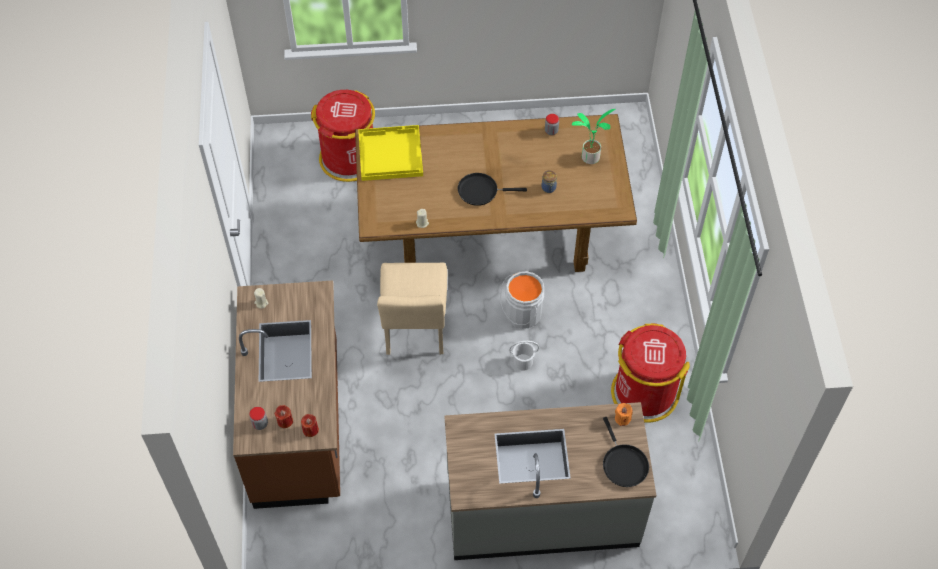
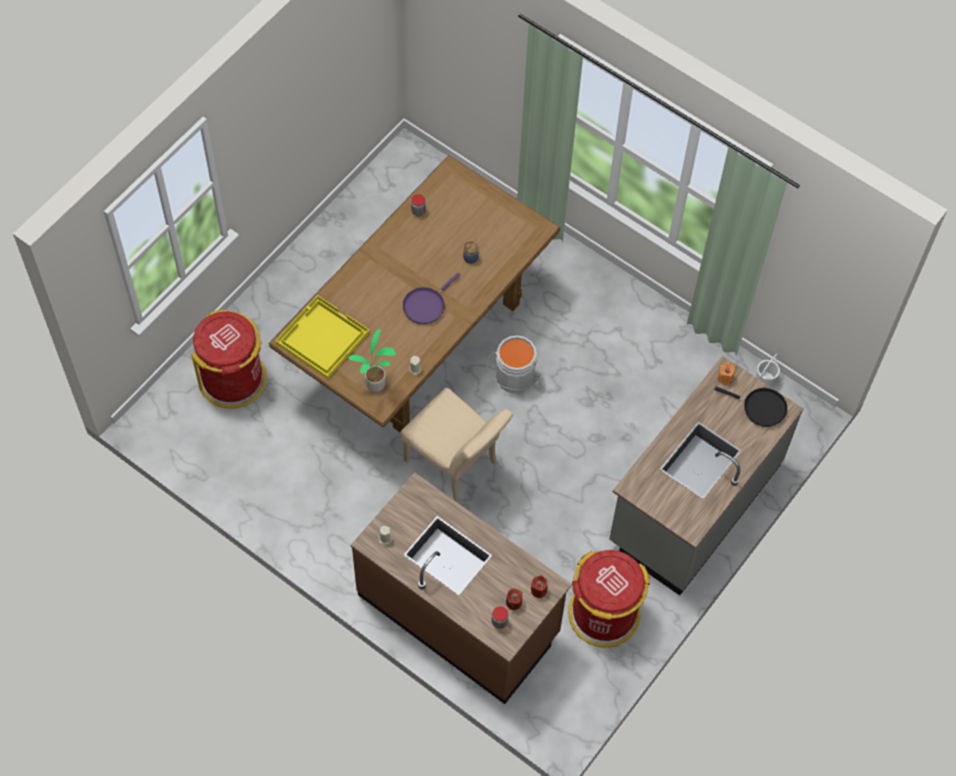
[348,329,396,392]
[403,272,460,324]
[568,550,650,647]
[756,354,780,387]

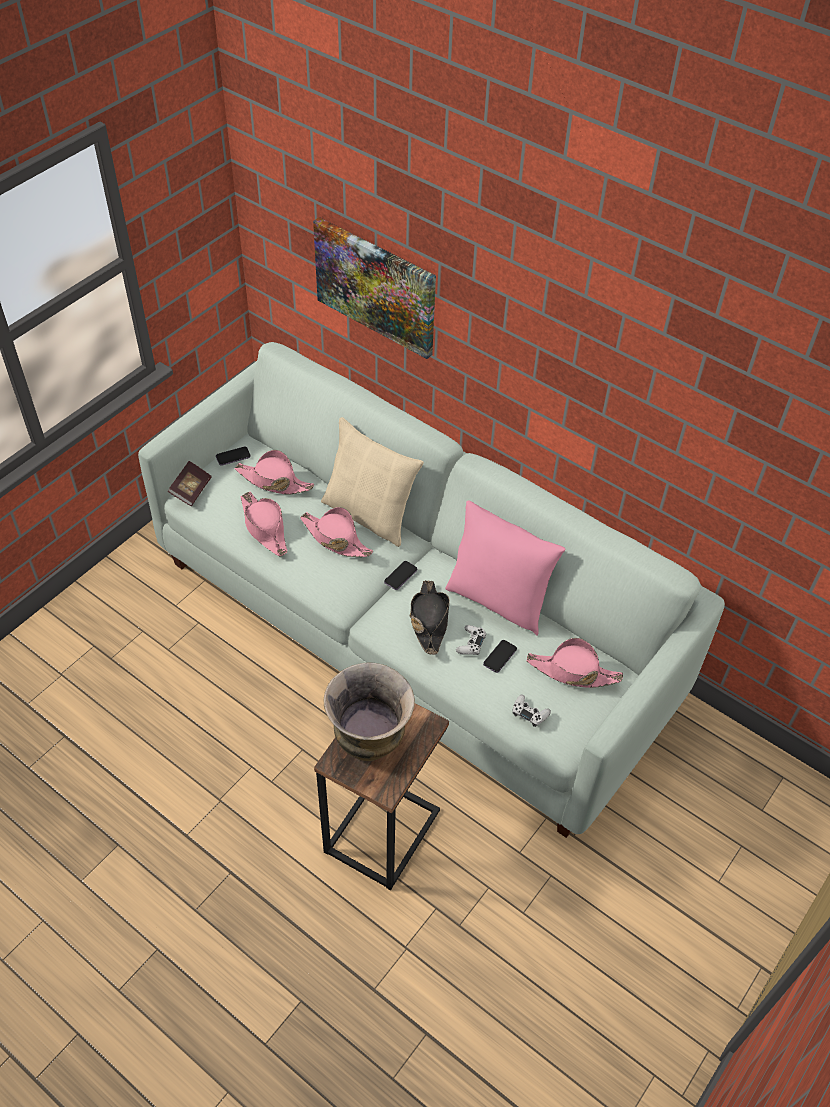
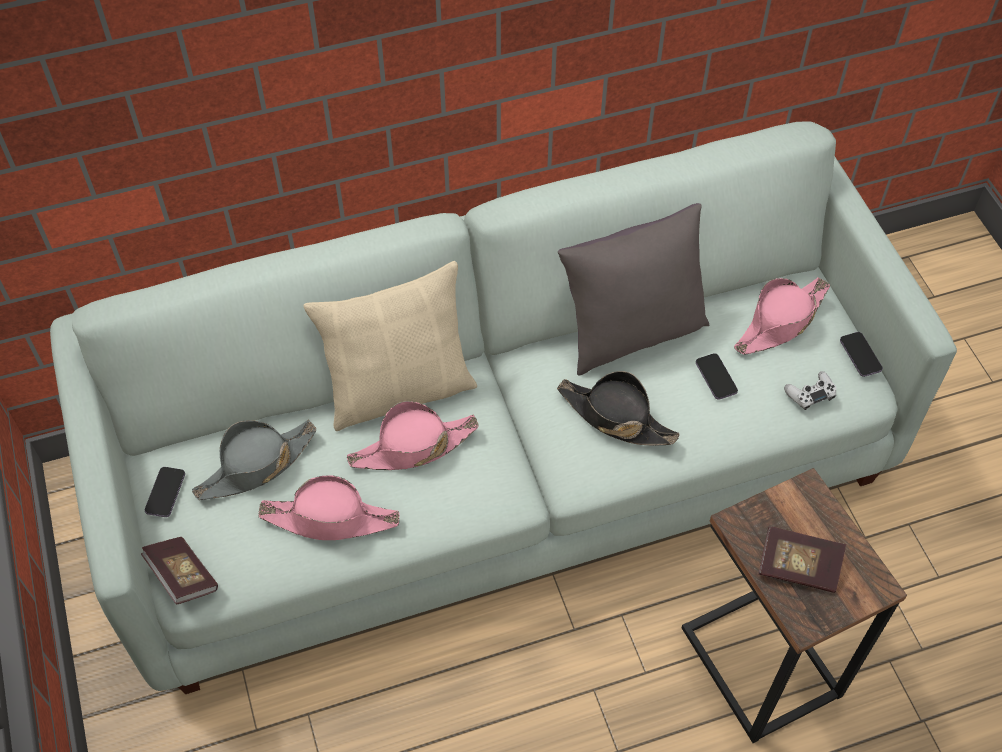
[313,217,436,359] (first image)
[192,420,316,500]
[558,203,709,376]
[840,332,883,377]
[456,625,486,655] (first image)
[759,526,846,593]

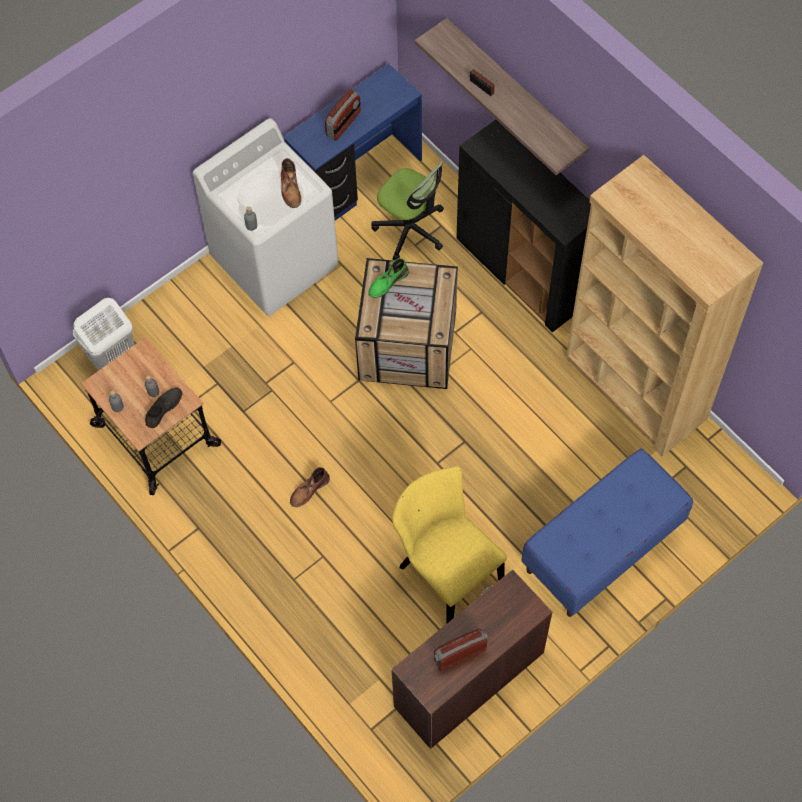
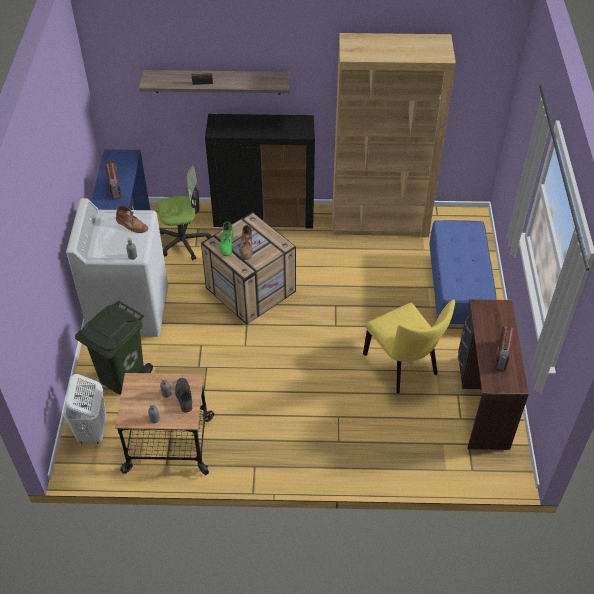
[363,299,455,393]
[239,225,253,260]
[75,301,153,395]

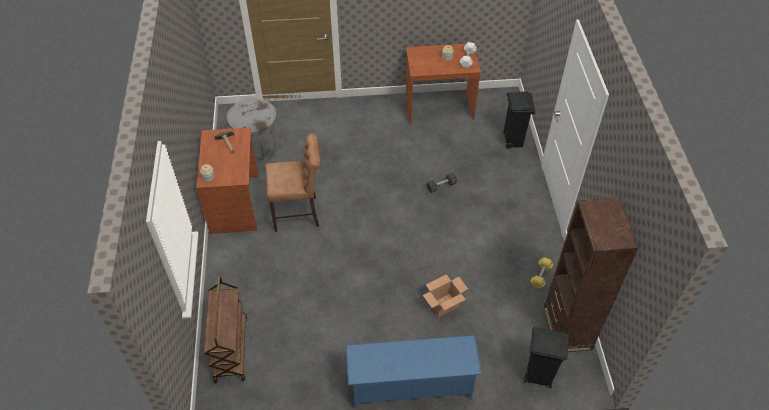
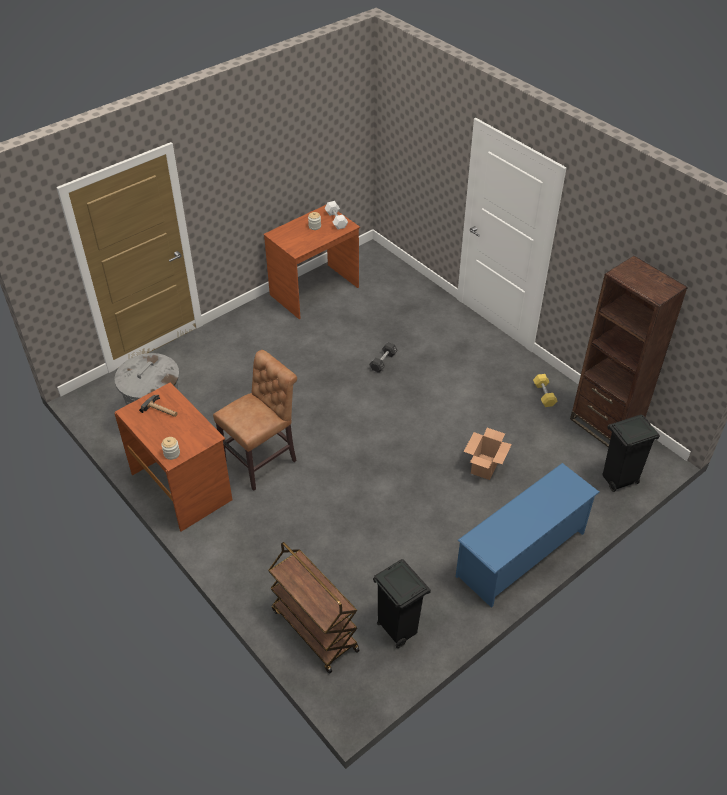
[373,559,431,648]

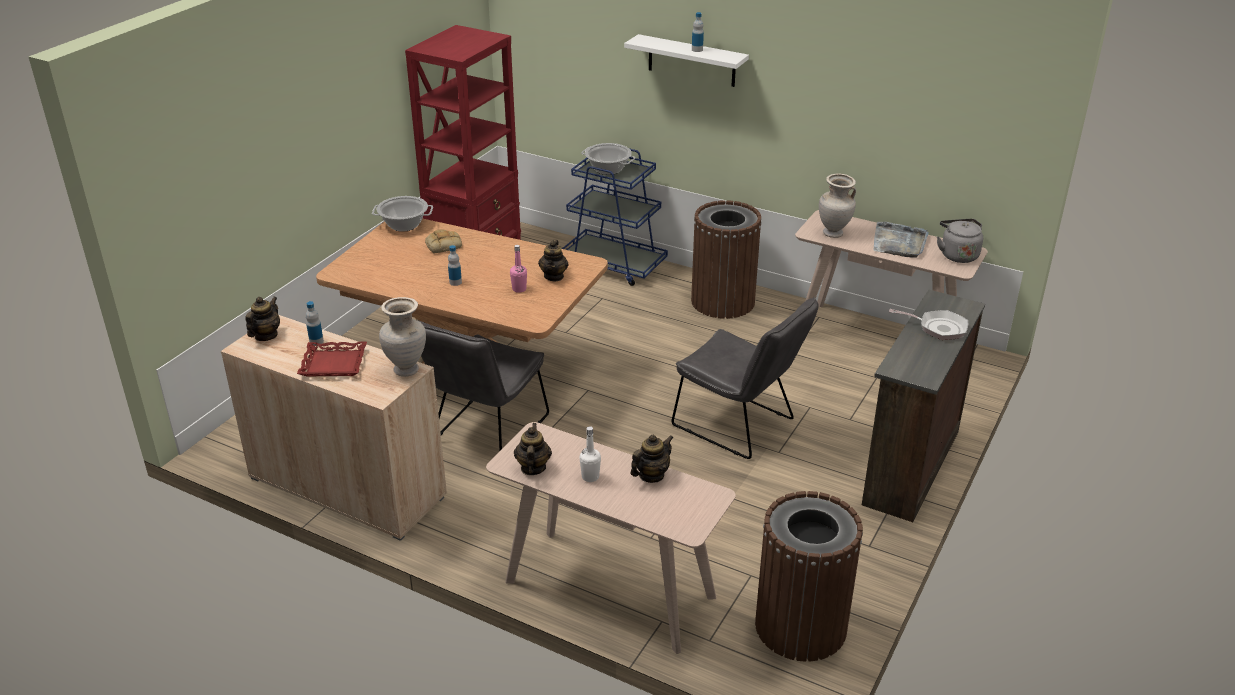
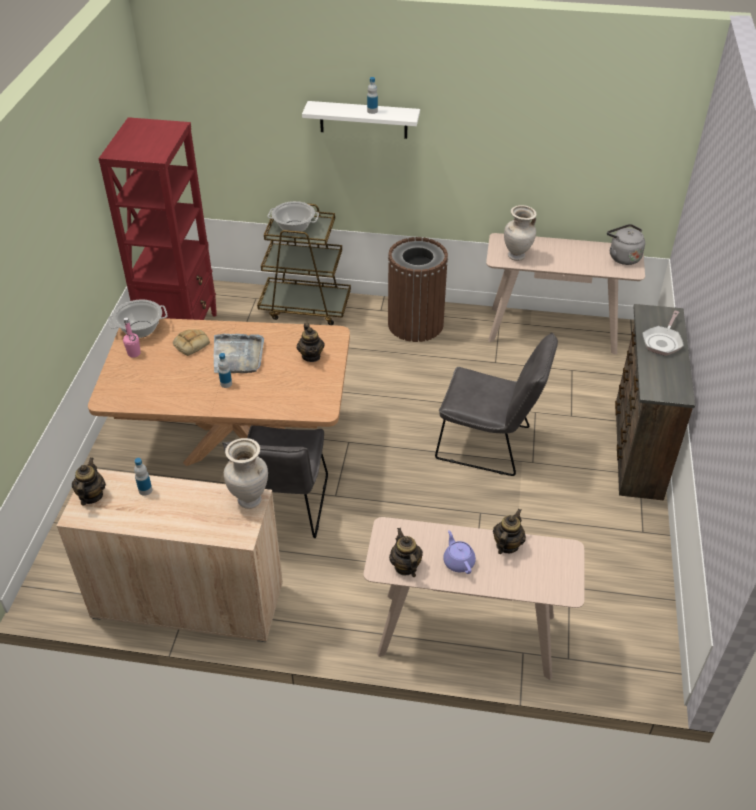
[257,204,351,325]
[214,334,264,373]
[123,317,141,358]
[643,311,684,356]
[297,342,367,376] (first image)
[443,530,476,574]
[755,491,863,662] (first image)

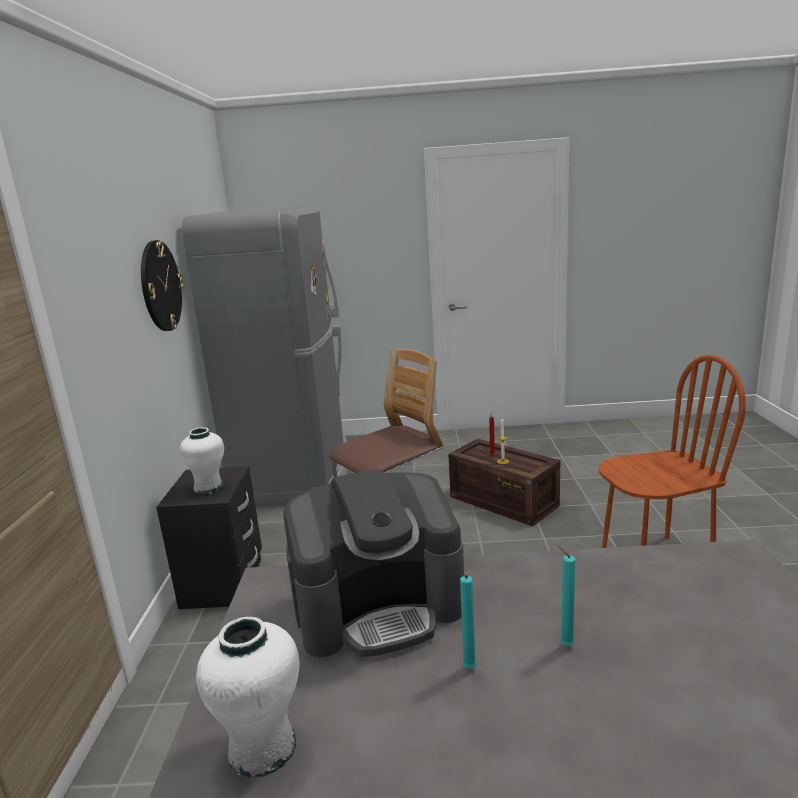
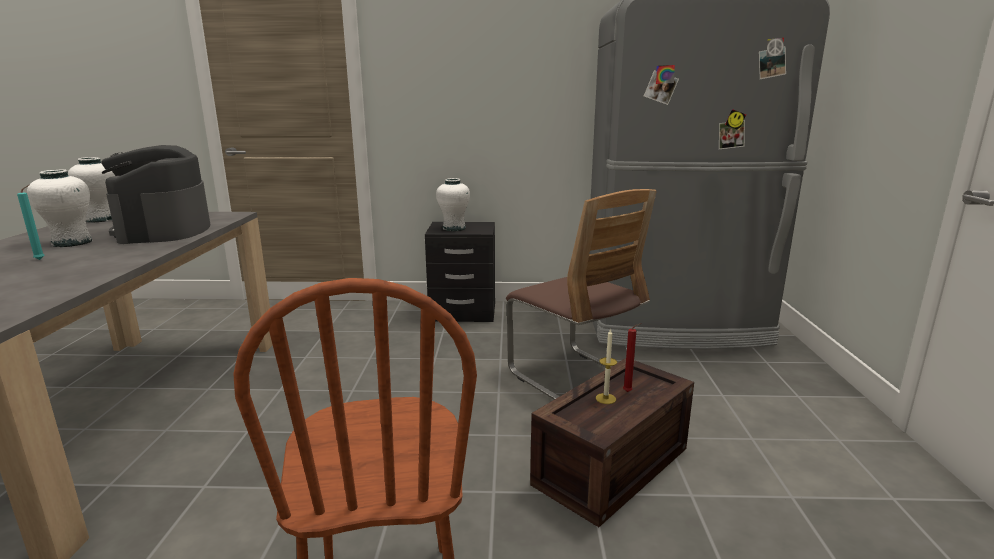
[141,240,184,331] (first image)
[27,169,92,247]

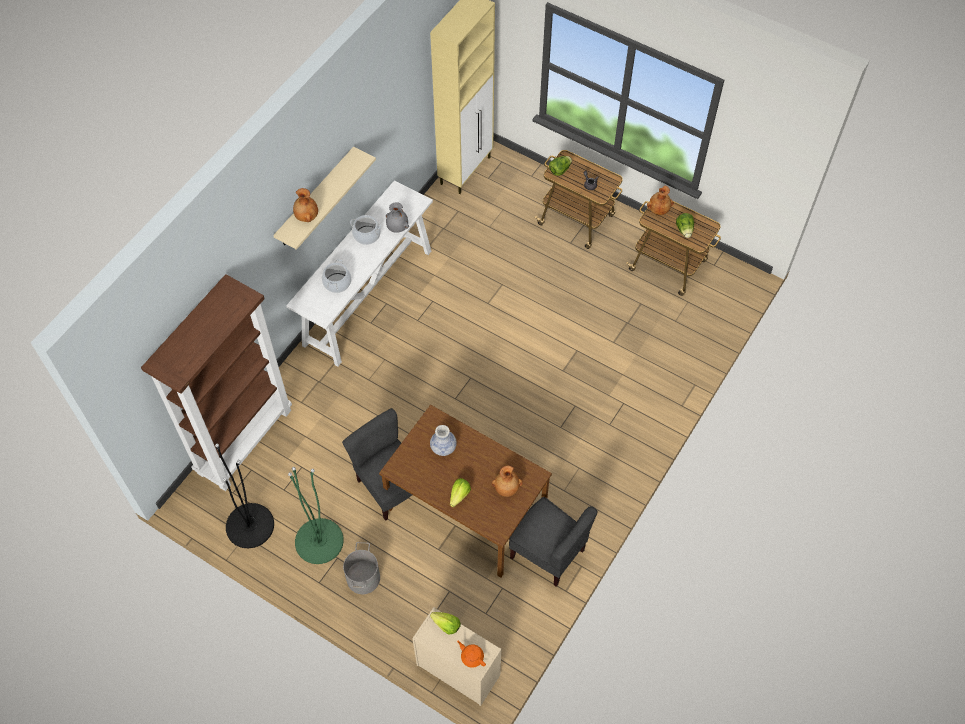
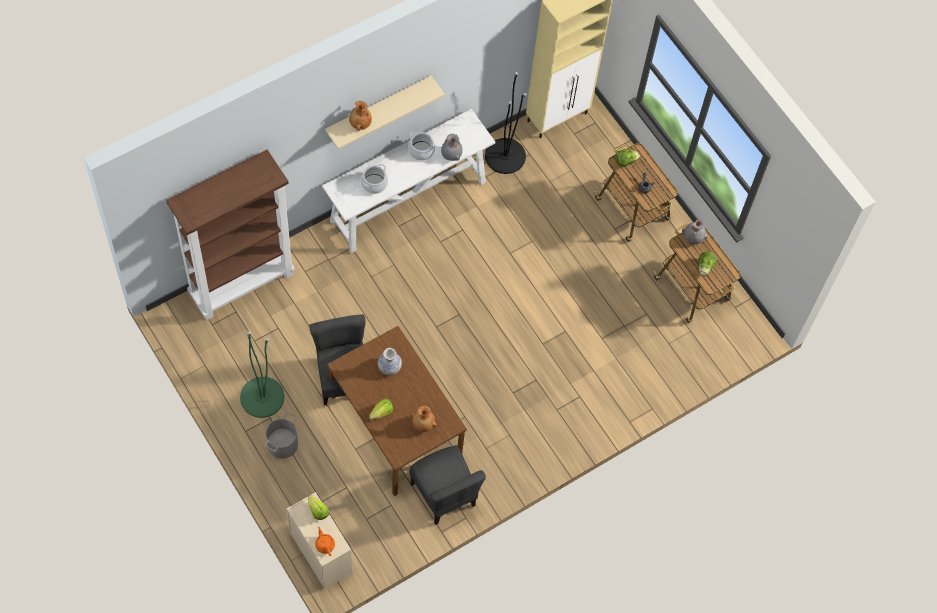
[682,220,708,244]
[485,72,526,174]

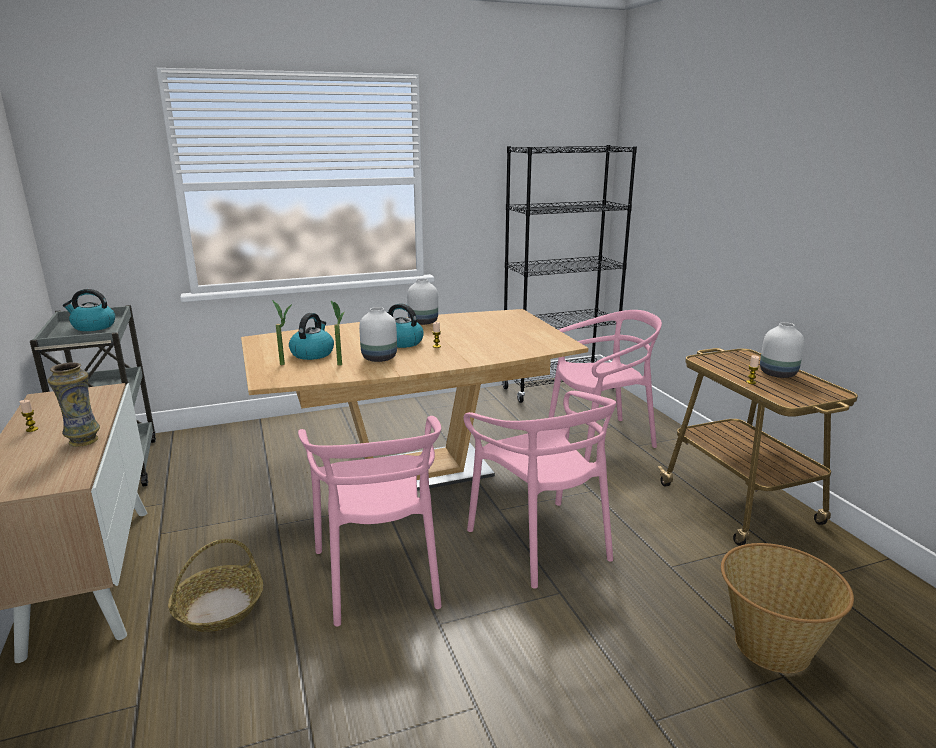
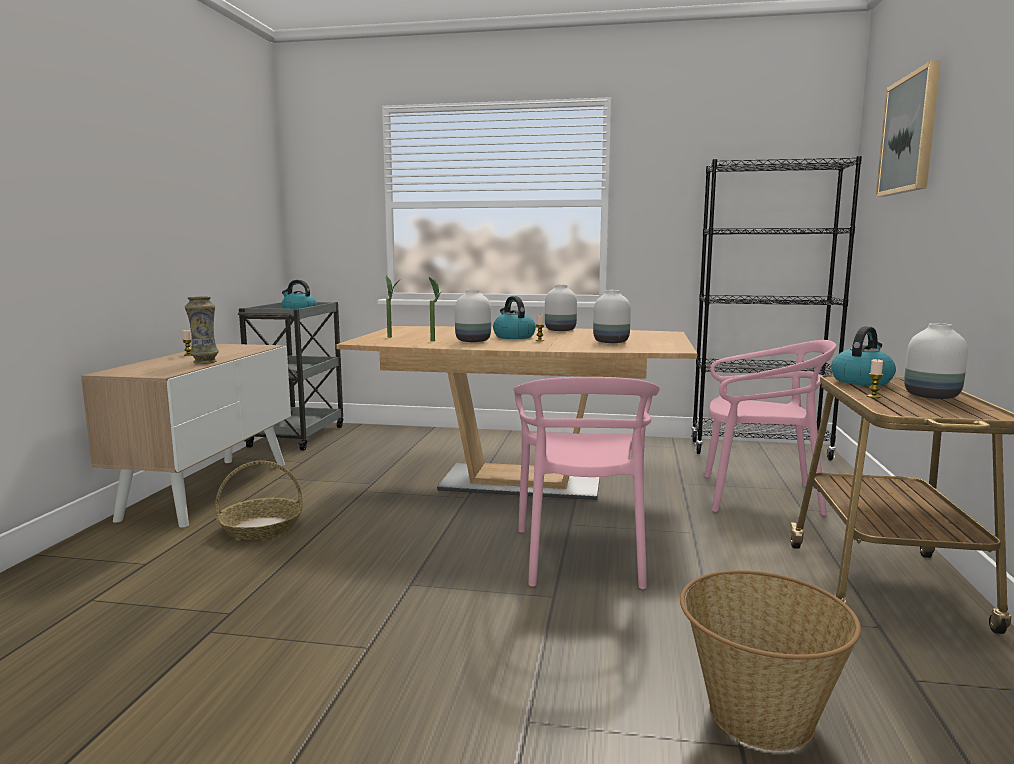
[831,326,896,386]
[298,416,442,627] (first image)
[876,60,941,197]
[593,290,631,343]

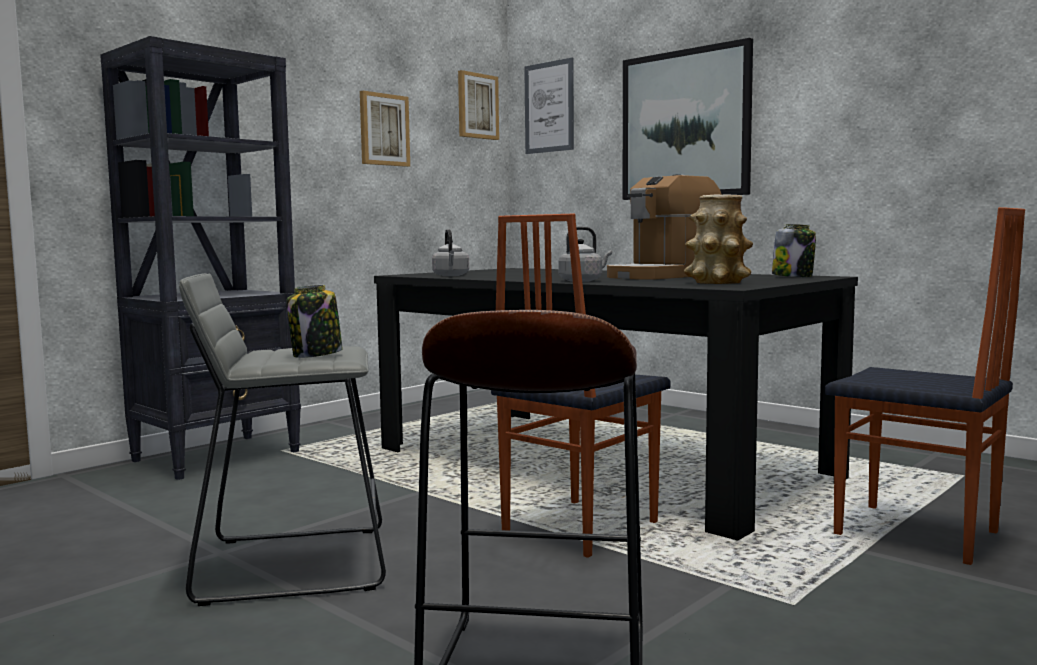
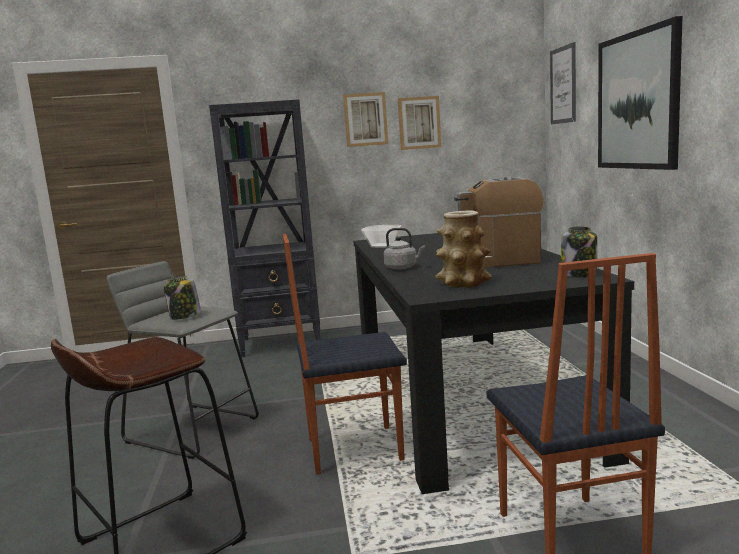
[343,92,388,147]
[361,225,401,248]

